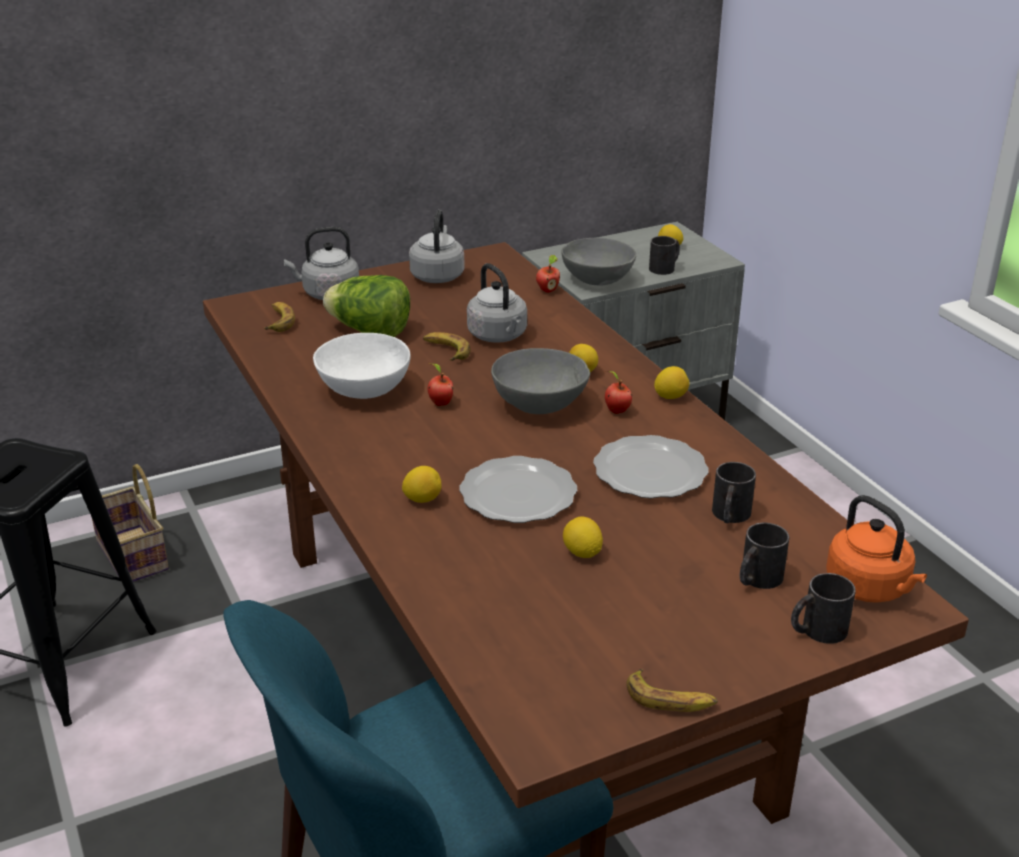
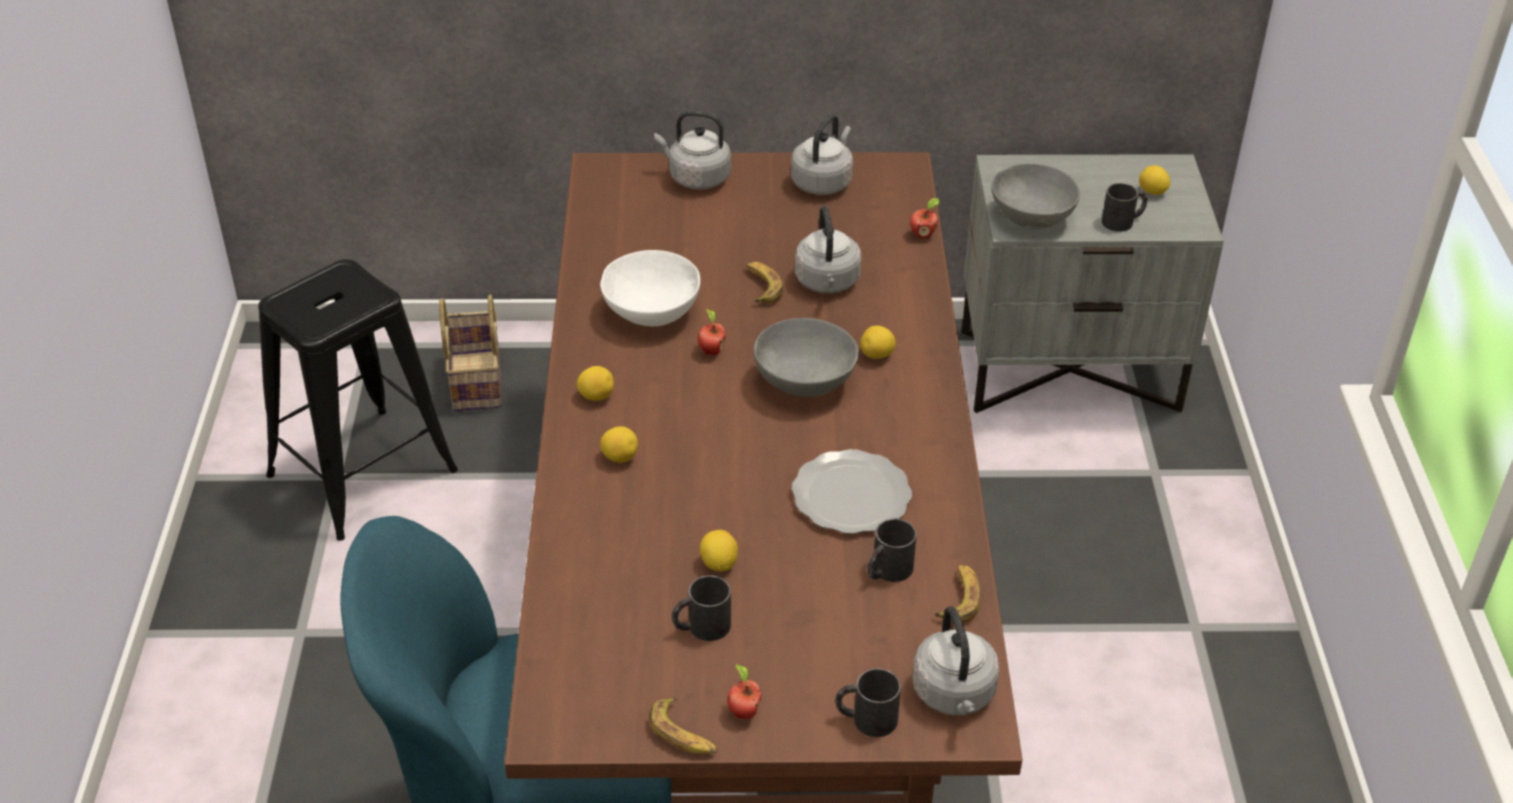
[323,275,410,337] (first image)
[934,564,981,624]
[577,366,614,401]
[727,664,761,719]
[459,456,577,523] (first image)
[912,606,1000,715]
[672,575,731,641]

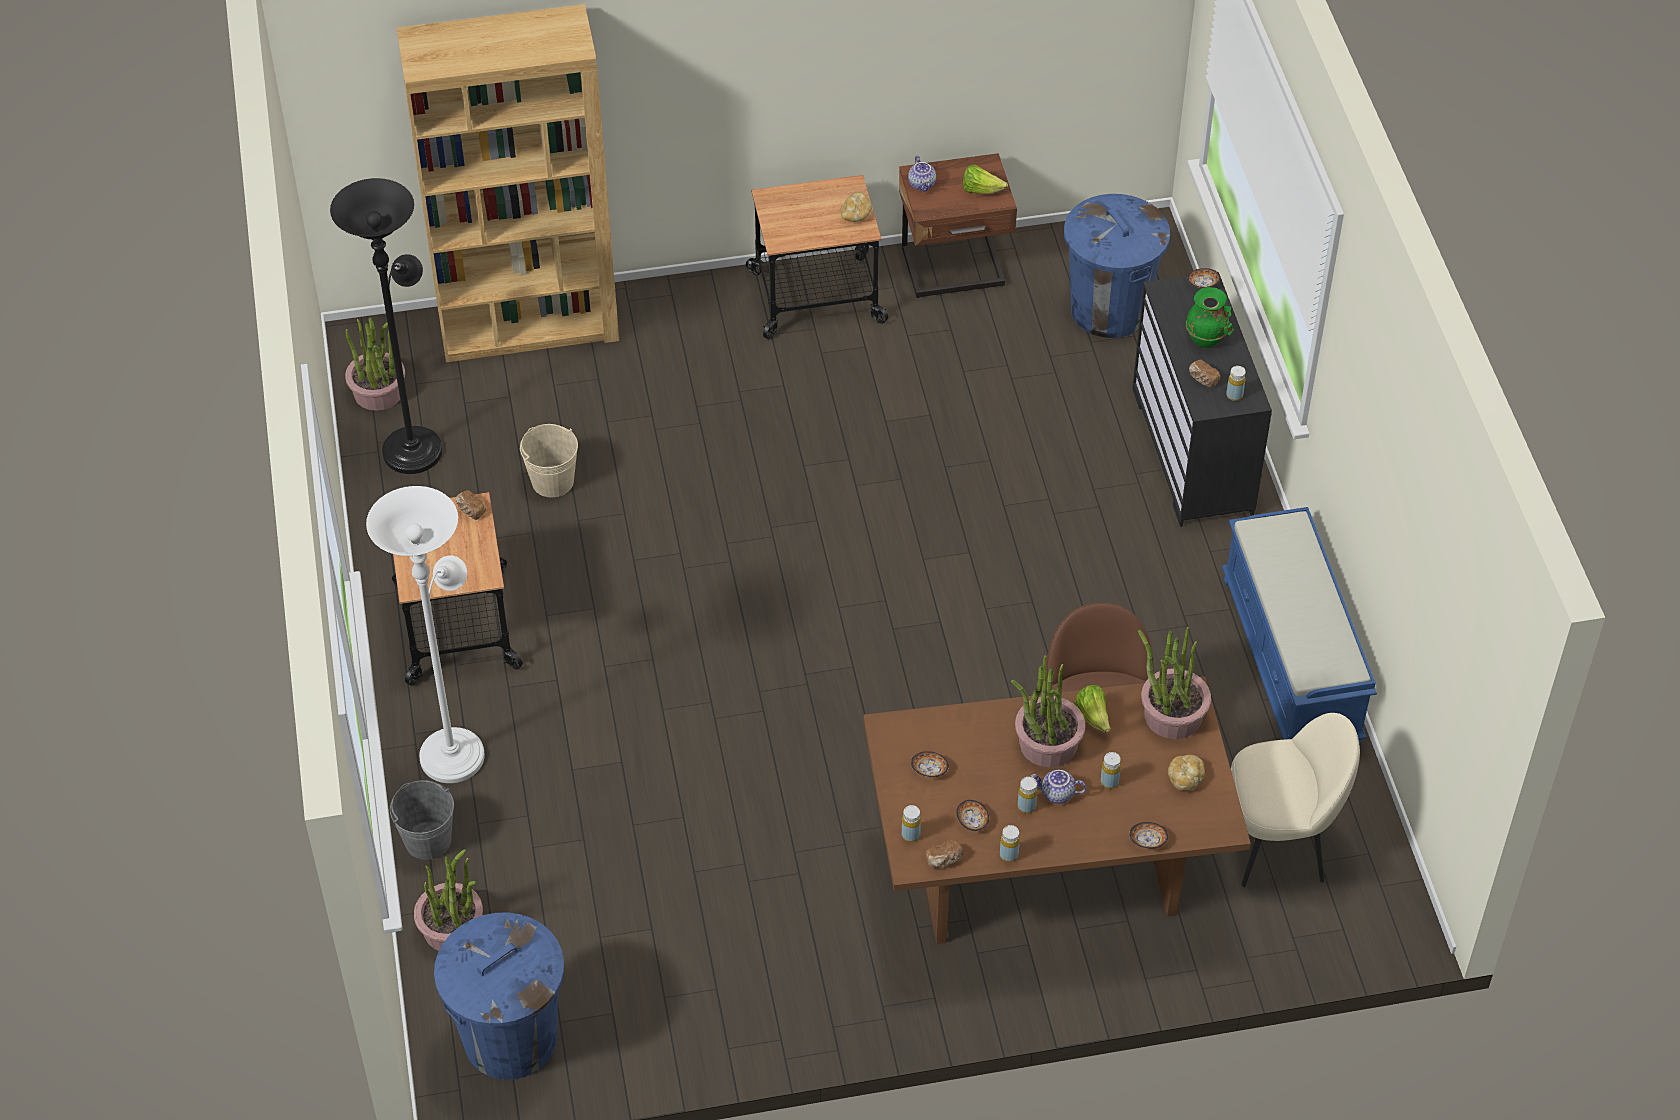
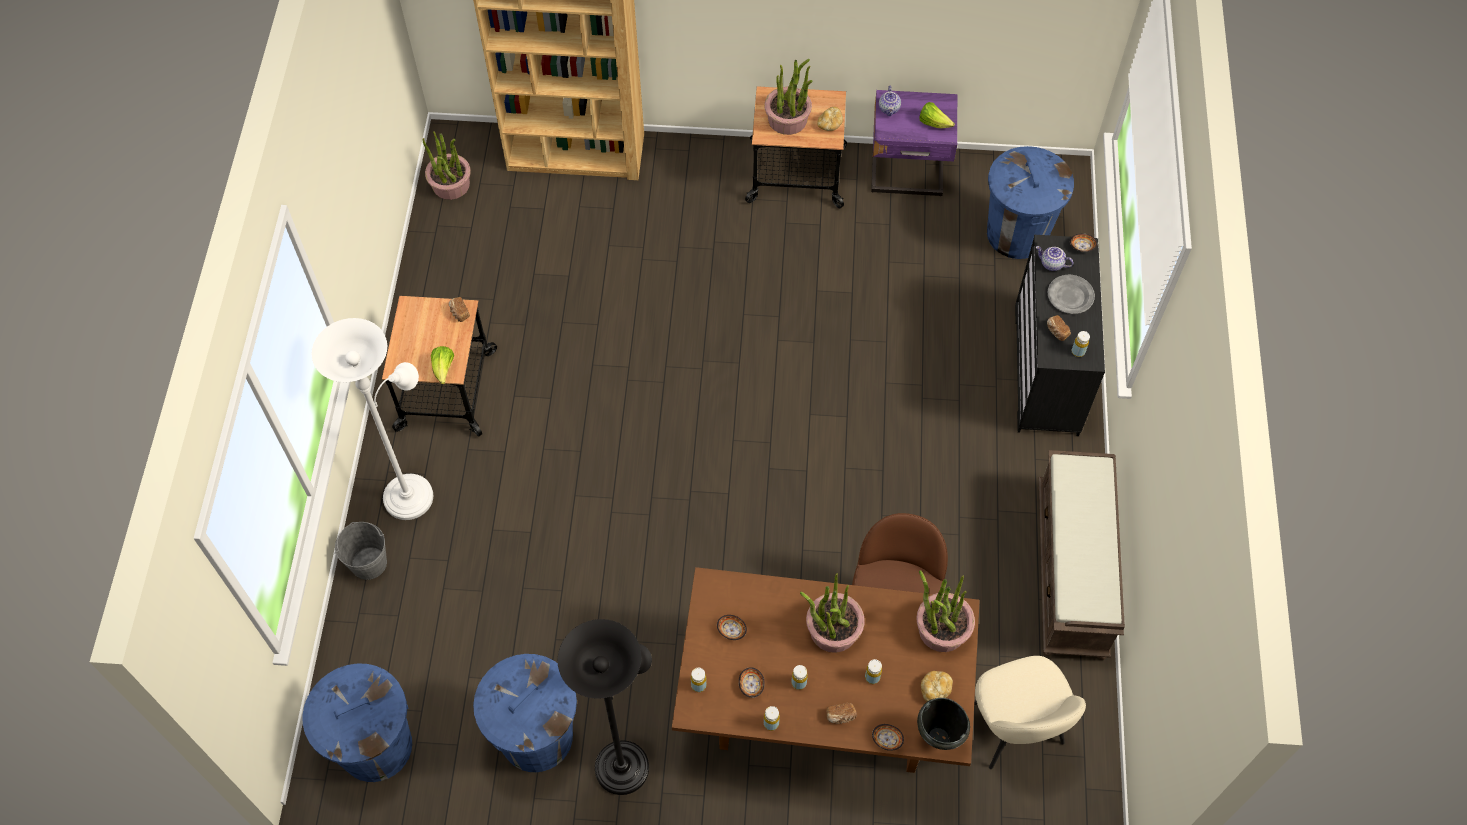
[871,90,957,196]
[558,619,652,795]
[1048,275,1095,314]
[520,424,578,497] (first image)
[1038,450,1125,660]
[431,346,454,384]
[974,656,1086,769]
[1036,246,1073,271]
[826,703,857,724]
[764,59,813,135]
[473,654,577,772]
[917,698,970,750]

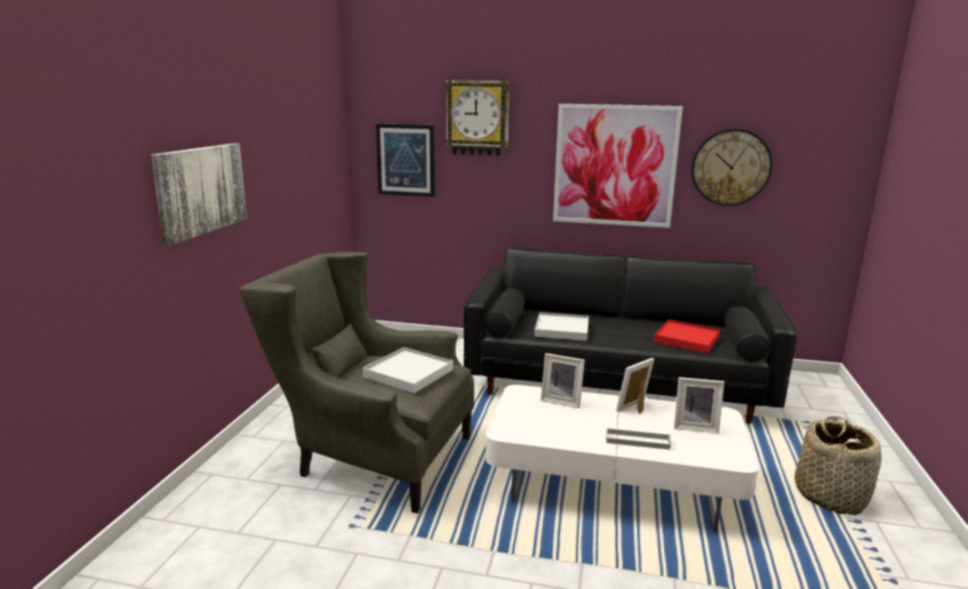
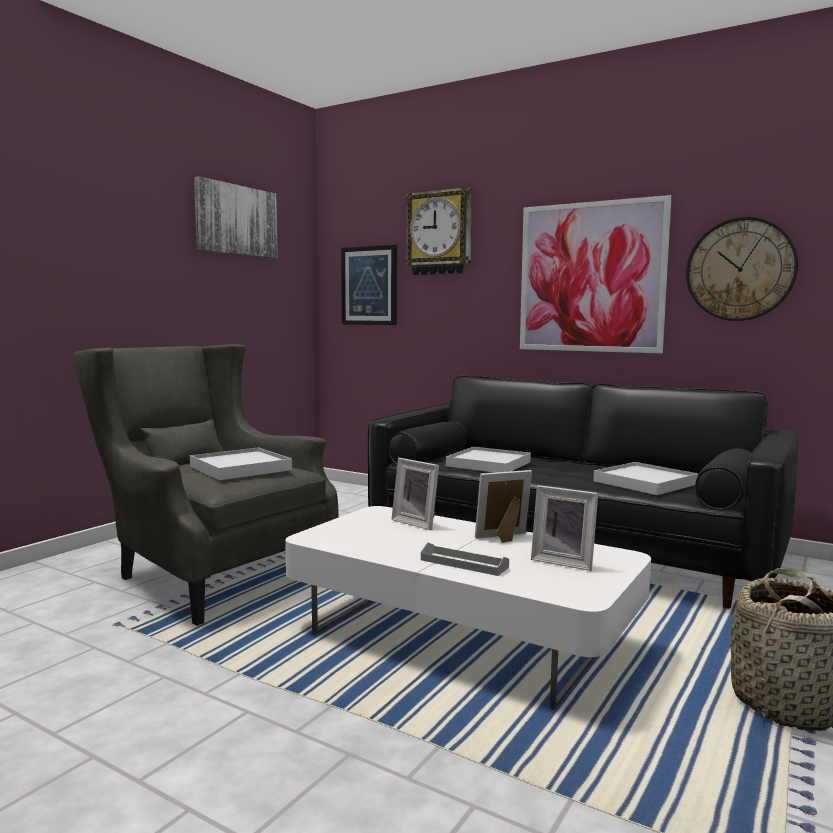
[194,176,278,259]
[594,462,698,495]

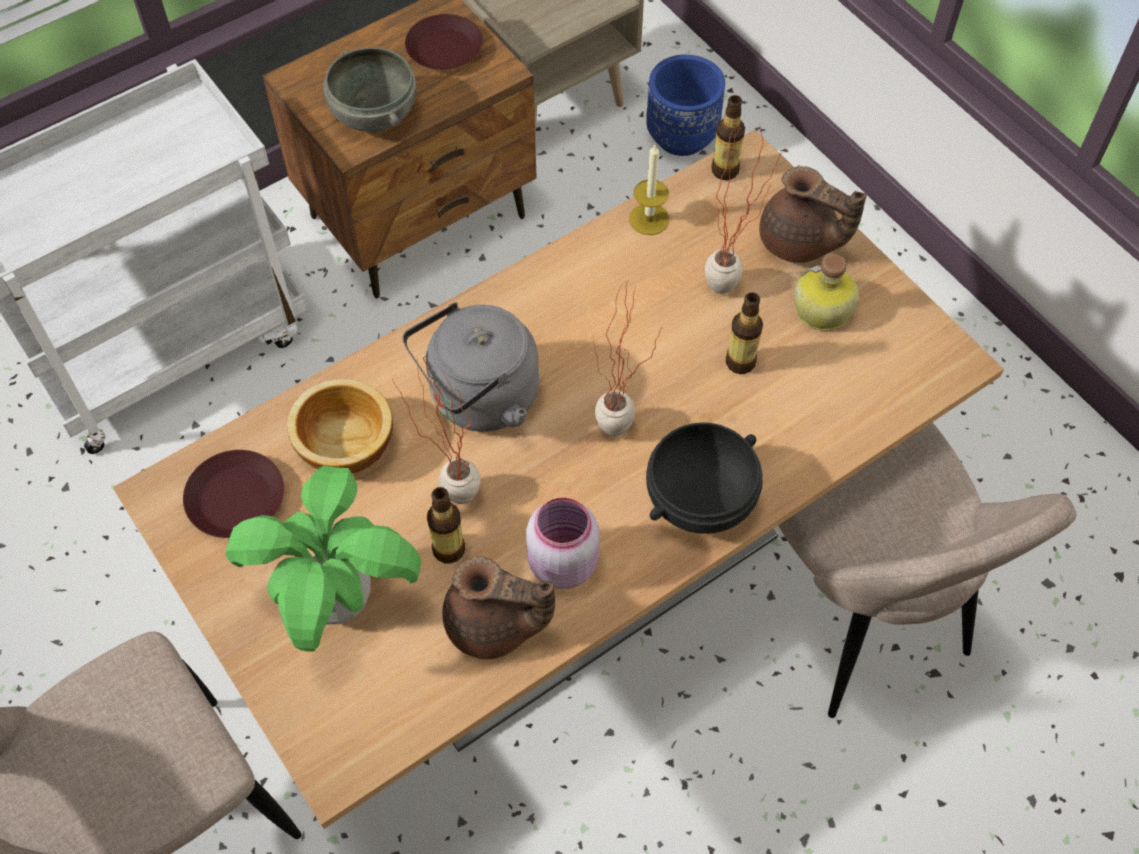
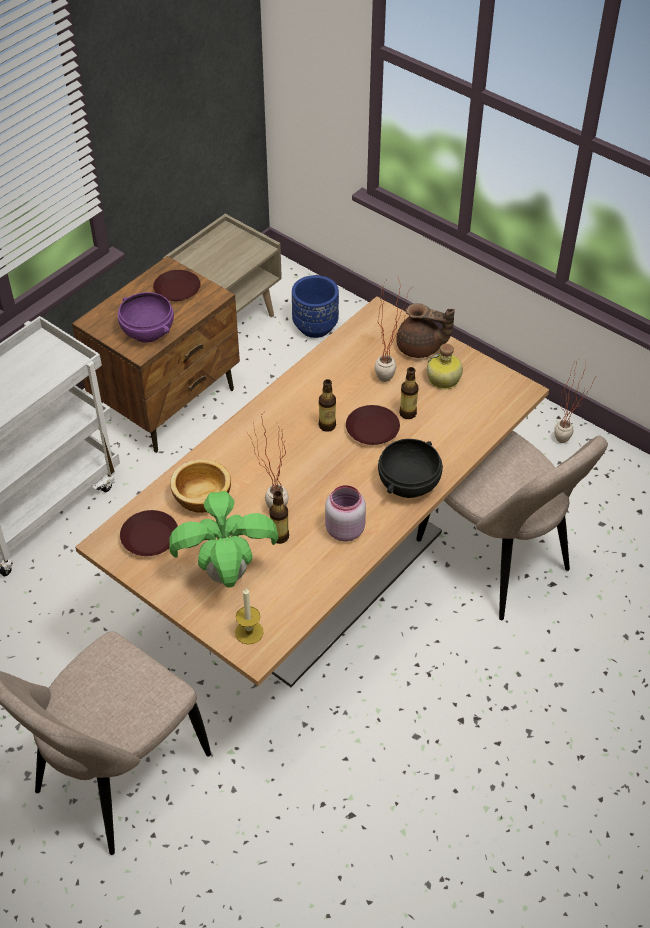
[118,292,174,342]
[319,379,336,432]
[235,587,264,645]
[554,359,594,443]
[402,302,539,432] (first image)
[442,556,555,659] (first image)
[346,405,400,445]

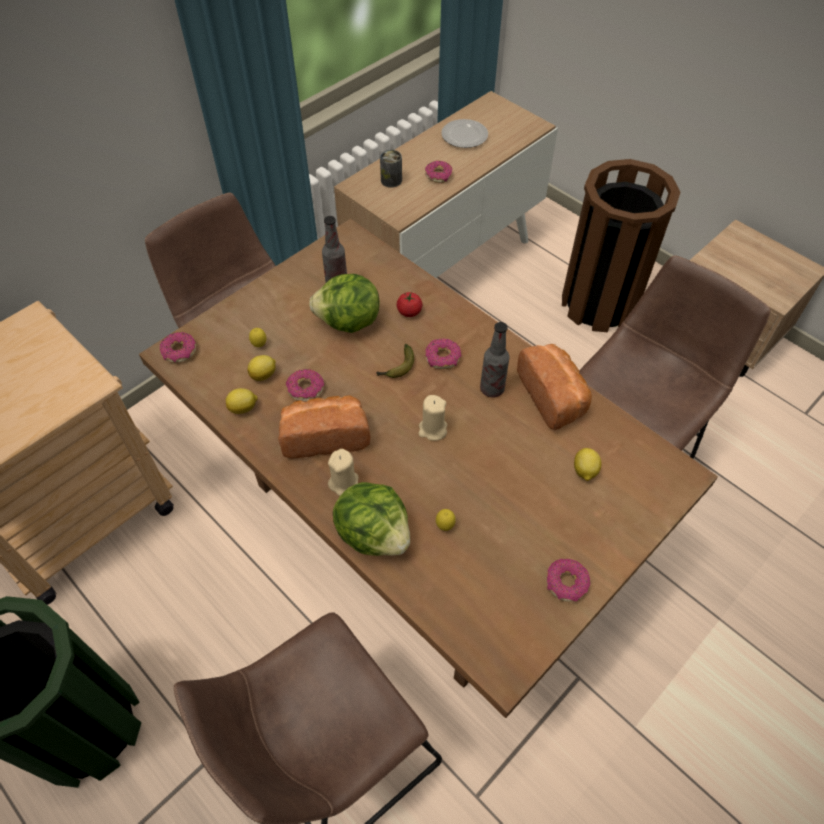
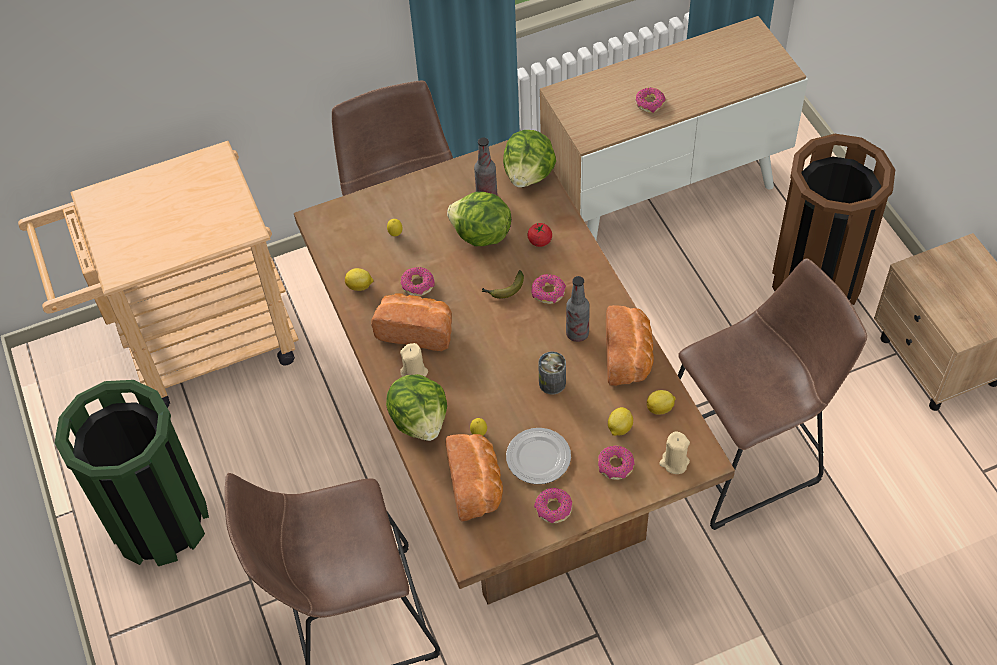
[506,428,571,484]
[538,352,566,394]
[598,446,635,480]
[647,390,676,415]
[659,431,690,474]
[503,130,556,187]
[446,434,503,521]

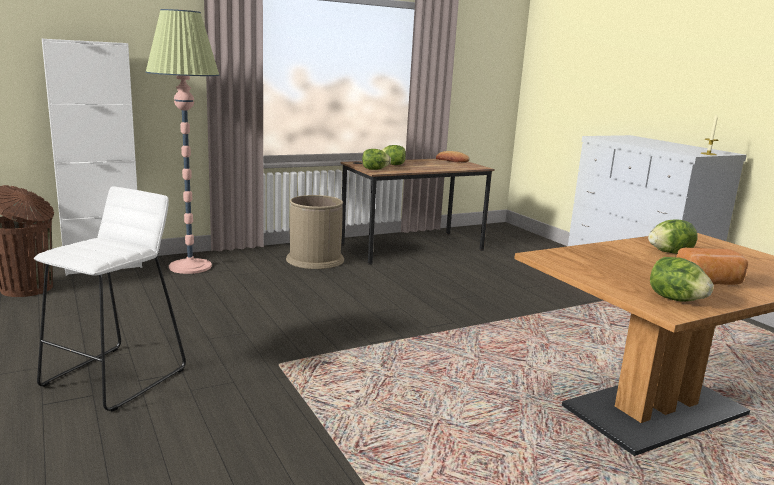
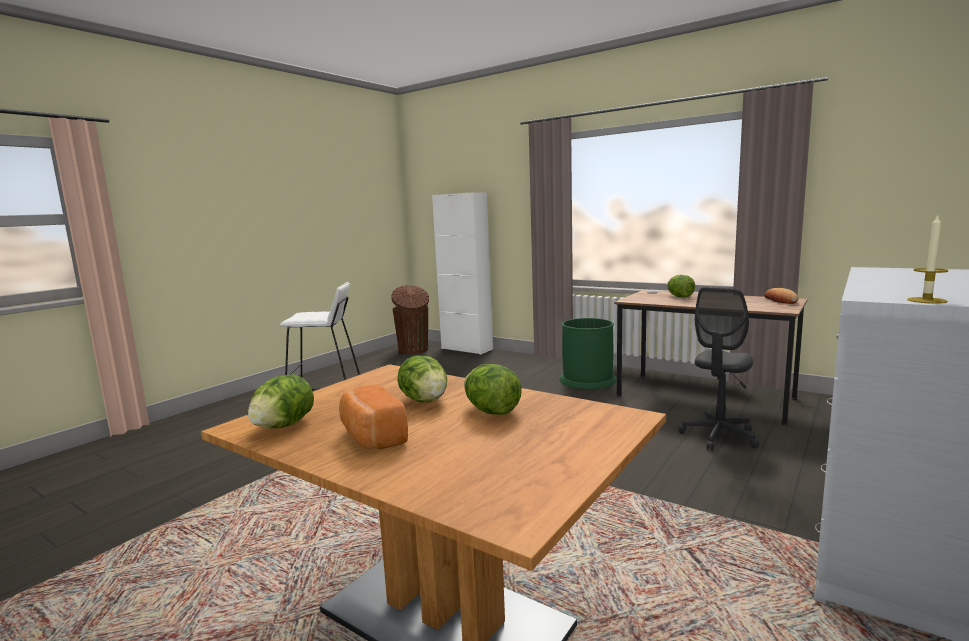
[146,9,219,274] (first image)
[397,356,447,402]
[560,318,616,389]
[678,287,759,450]

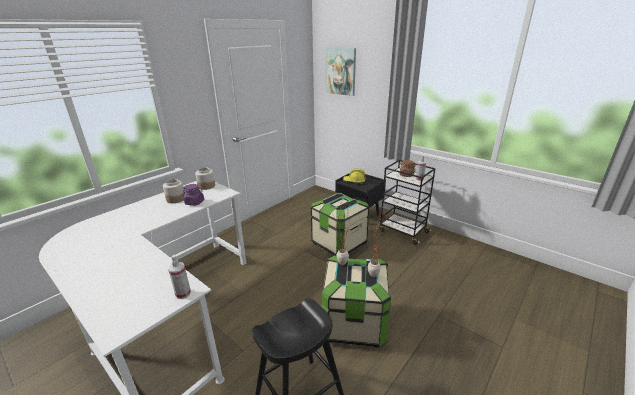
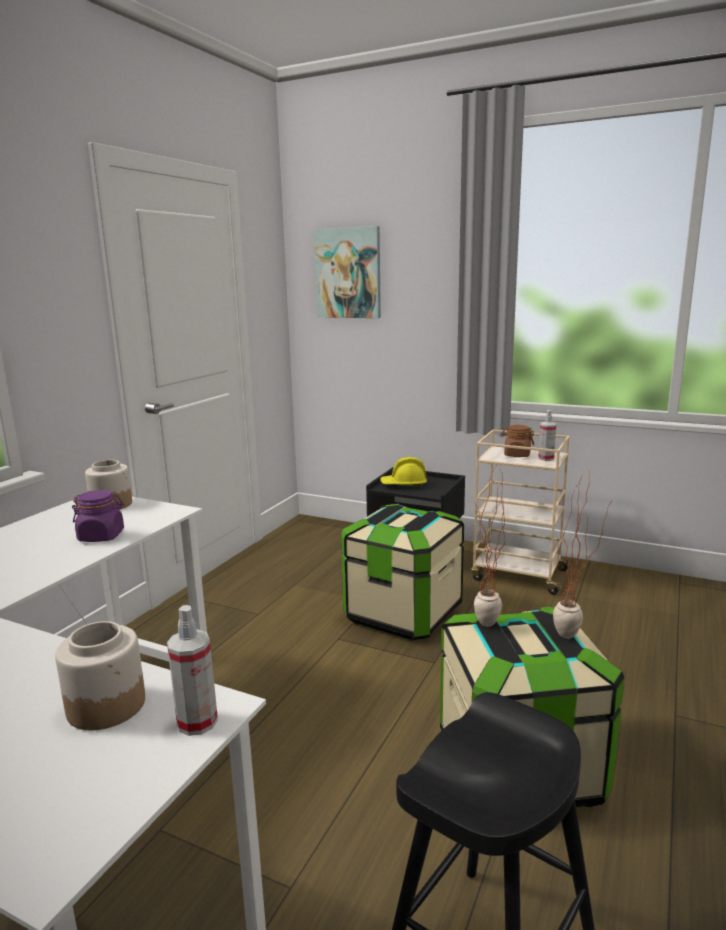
[471,430,571,595]
[55,621,145,730]

